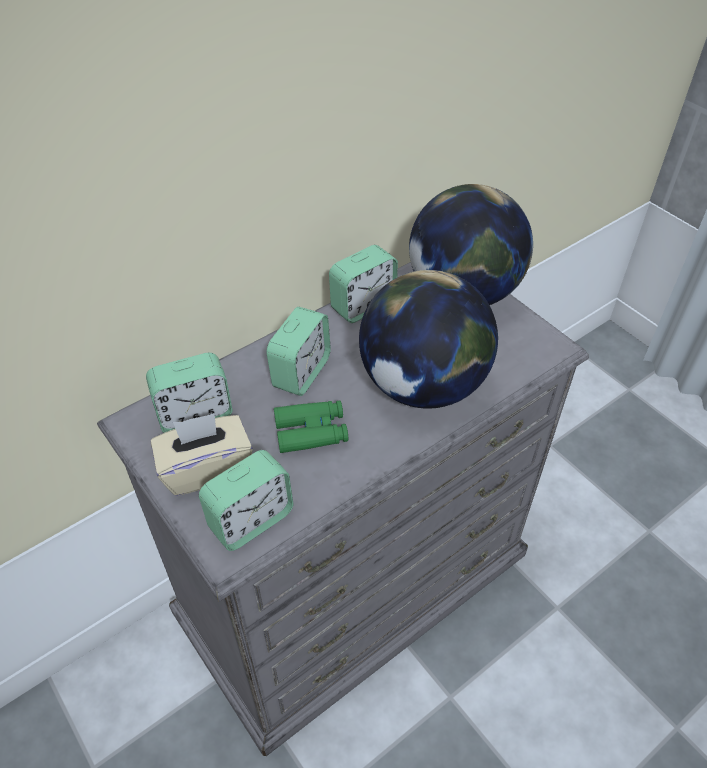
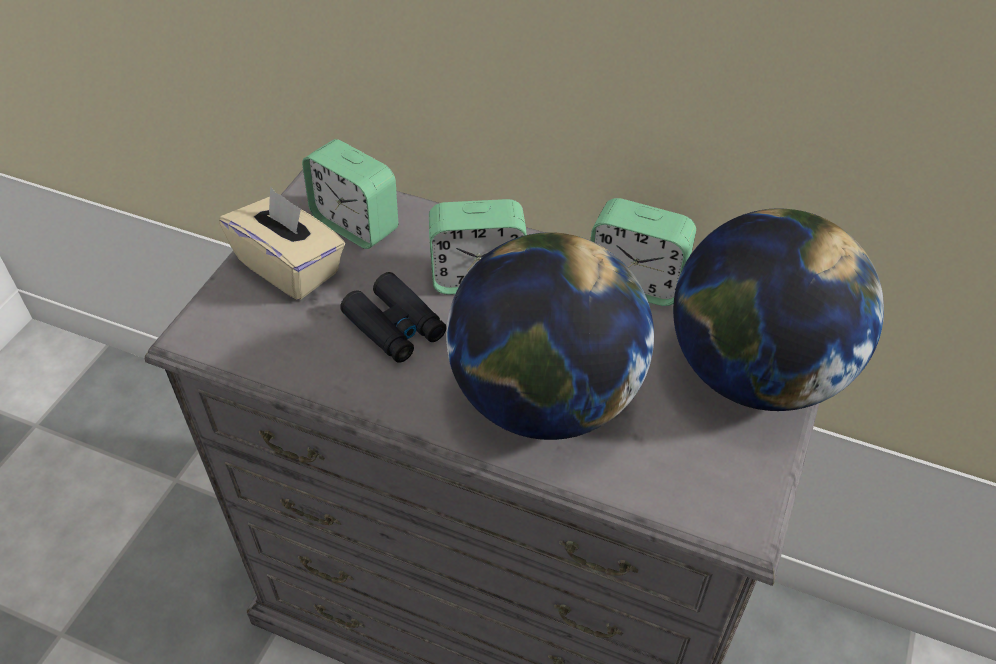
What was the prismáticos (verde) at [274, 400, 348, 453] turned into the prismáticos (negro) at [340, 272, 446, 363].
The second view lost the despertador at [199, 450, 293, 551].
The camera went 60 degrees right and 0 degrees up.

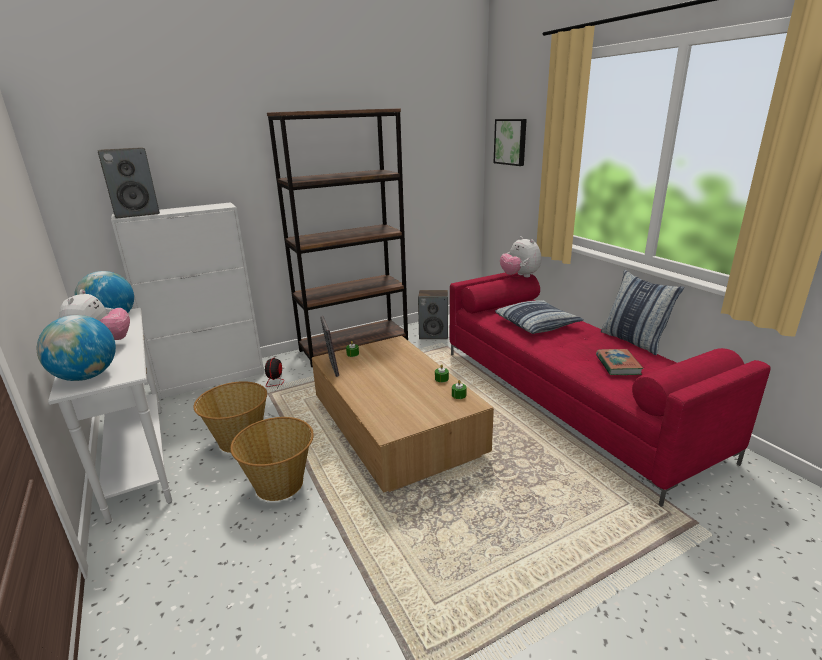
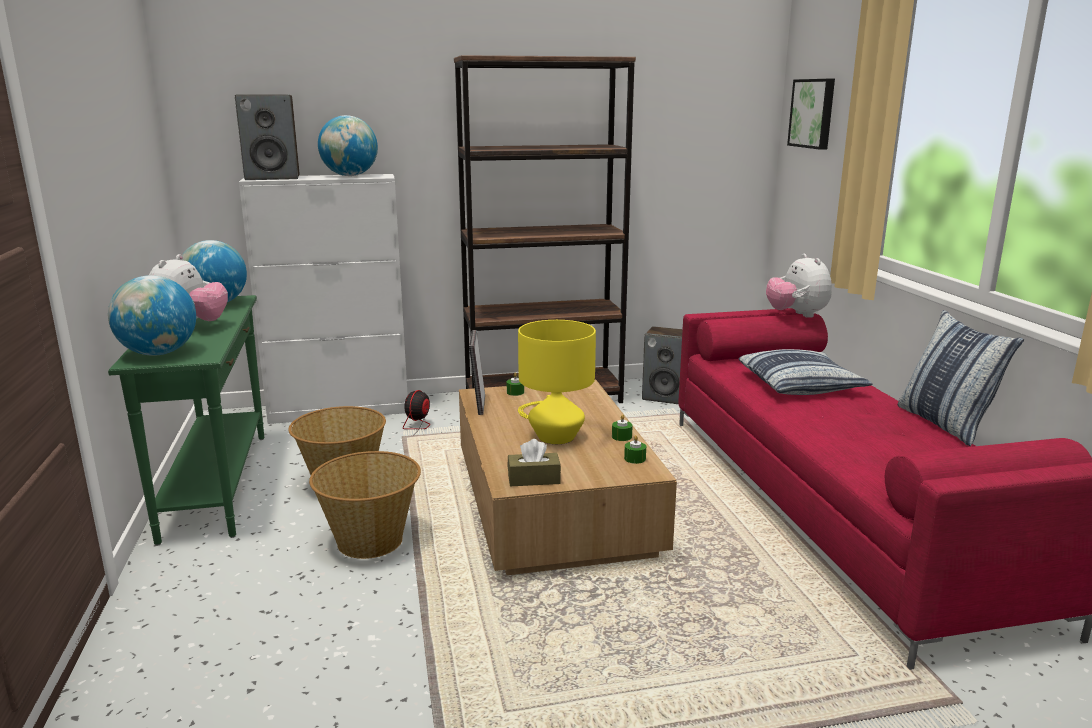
What was the mesa consola (blanco) at [48, 308, 172, 523] turned into the mesa consola (verde) at [108, 295, 264, 546].
The second view lost the libro at [596, 349, 644, 375].
The second view gained the globo terráqueo at [318, 115, 378, 176].
The second view gained the lámpara de mesa (amarillo) at [518, 320, 596, 444].
The second view gained the caja de pañuelos (marrón) at [507, 439, 561, 486].
The camera went 15 degrees right and 5 degrees down.

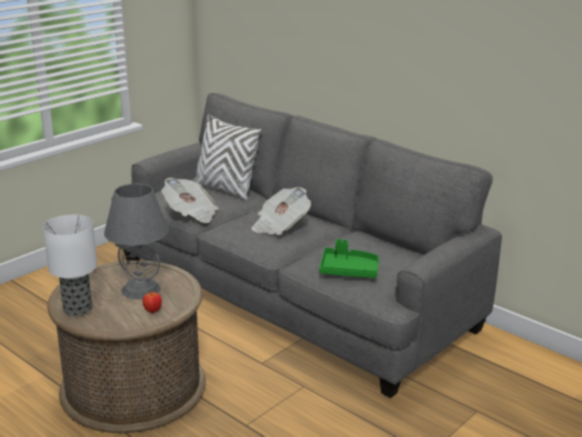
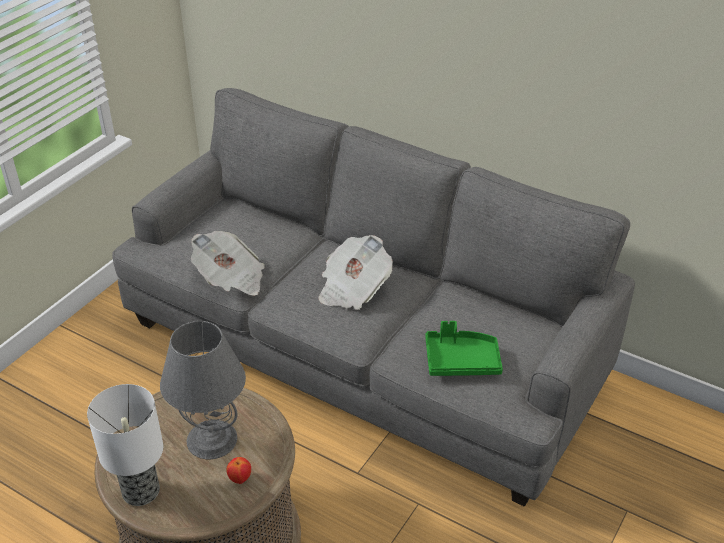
The second view lost the cojín (blanco) at [193, 114, 262, 200].
The camera went 10 degrees left and 15 degrees up.

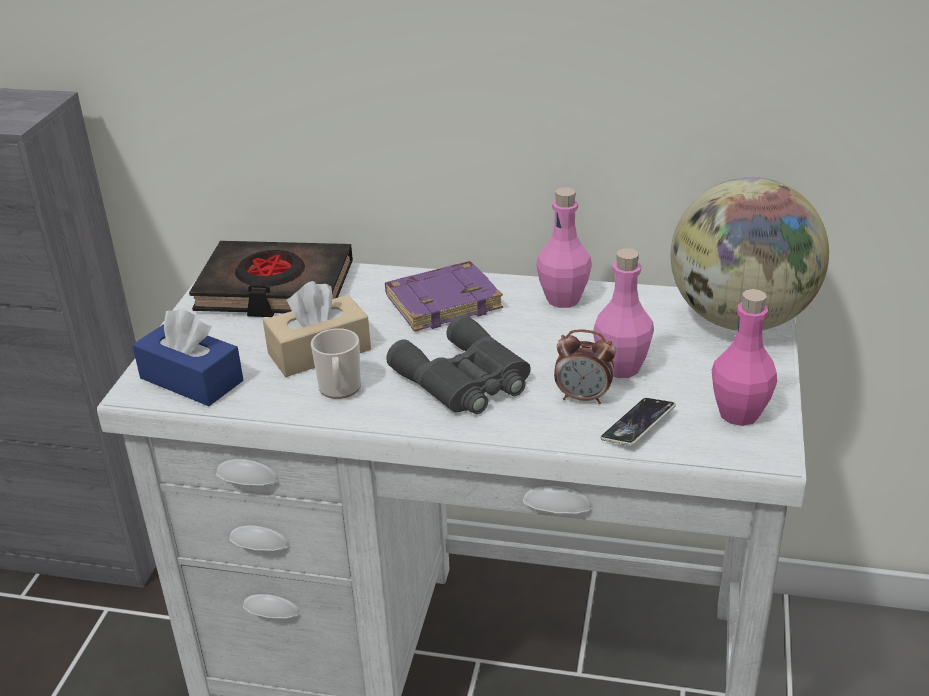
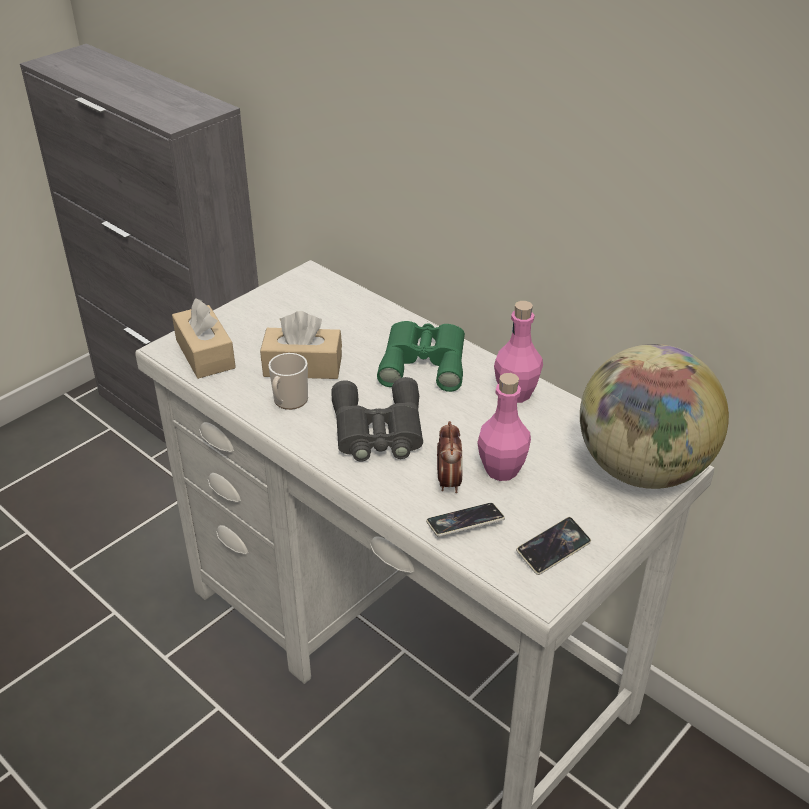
The second view lost the libro (negro) at [189, 241, 353, 317].
Where the libro (morado) stood at [385, 261, 503, 332], the prismáticos (verde) came to stand at [377, 321, 465, 392].
Where the botella (rosa) stood at [712, 289, 777, 426], the móvil came to stand at [516, 517, 591, 575].
What was the caja de pañuelos (azul) at [132, 308, 244, 406] turned into the caja de pañuelos (beis) at [172, 298, 236, 379].
The despertador at [554, 329, 616, 404] ended up facing another way, 135 degrees counterclockwise from before.
The camera went 30 degrees right and 5 degrees up.

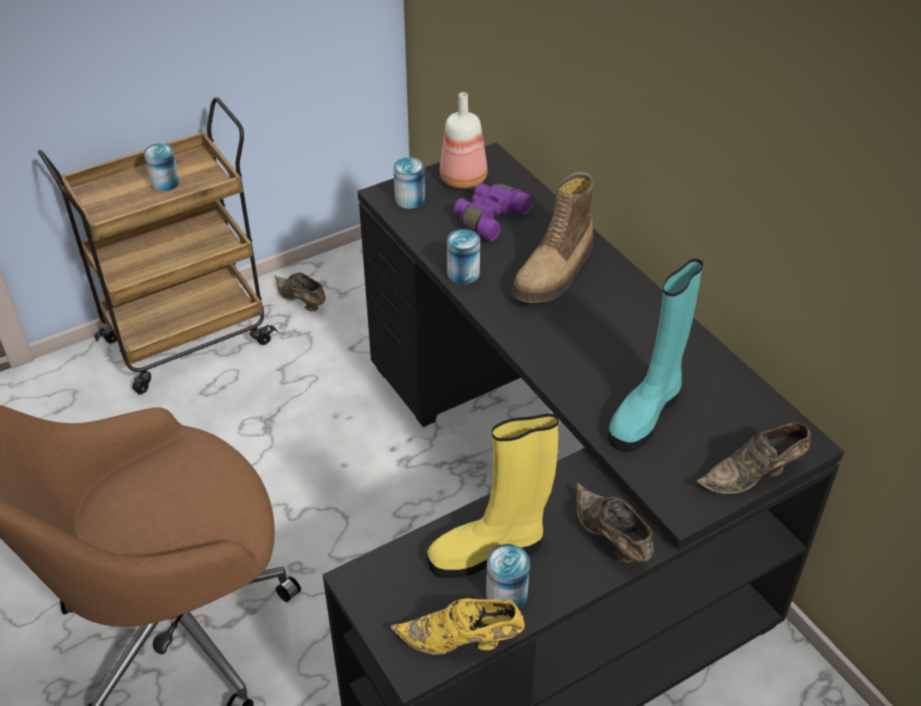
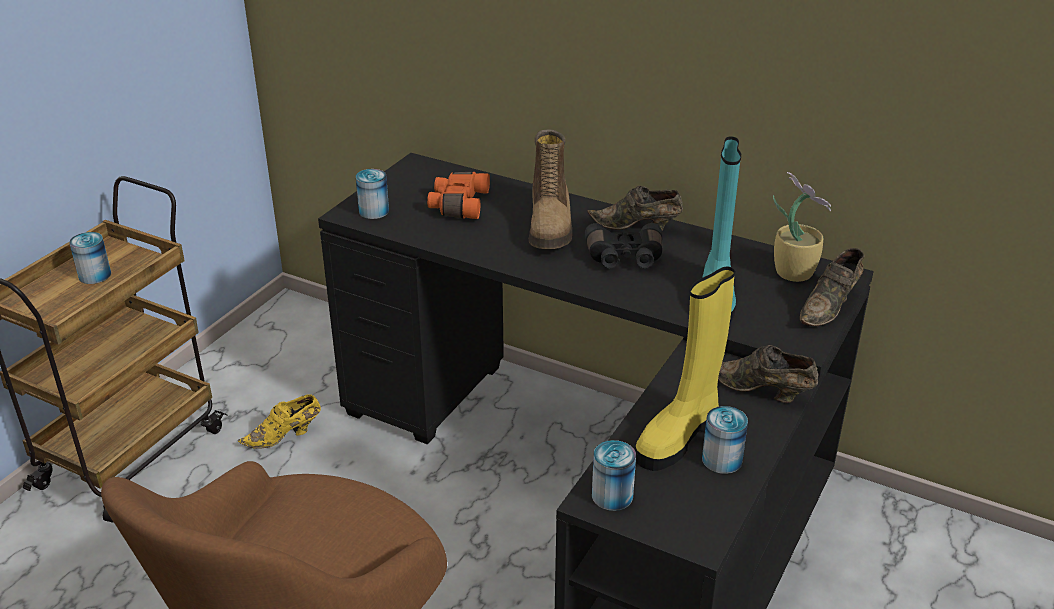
The second view lost the botella at [440, 92, 487, 189].
What was the prismáticos (morado) at [454, 183, 534, 241] turned into the prismáticos (naranja) at [427, 172, 490, 219].
The lata ended up elsewhere, having gone from [447, 229, 480, 284] to [592, 440, 636, 511].
The zapato (marrón) ended up elsewhere, having gone from [275, 273, 326, 312] to [587, 185, 683, 231].
The zapato (amarillo) ended up elsewhere, having gone from [390, 598, 525, 655] to [238, 394, 321, 449].
The second view gained the planta en maceta at [773, 172, 831, 282].
The second view gained the prismáticos (negro) at [585, 223, 662, 268].
The camera went 30 degrees left and 10 degrees down.

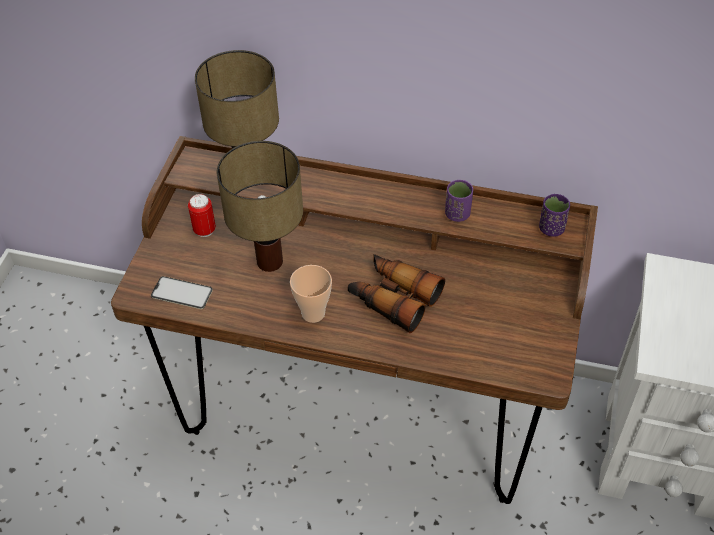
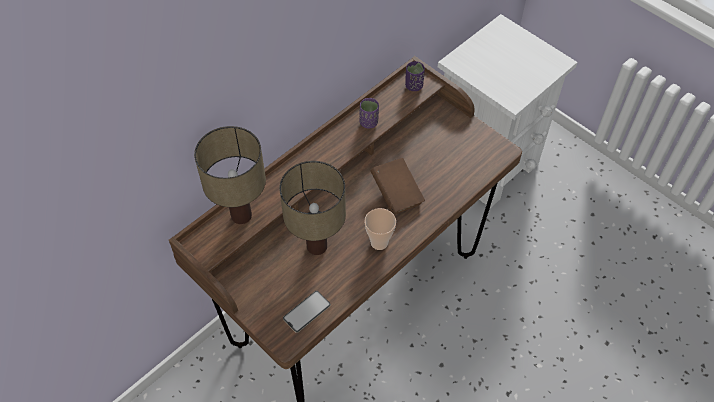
The second view lost the lata at [188, 194, 216, 237].
Where the prismáticos stood at [348, 254, 445, 333], the libro (marrón) came to stand at [370, 158, 425, 215].
The camera went 60 degrees left and 5 degrees up.

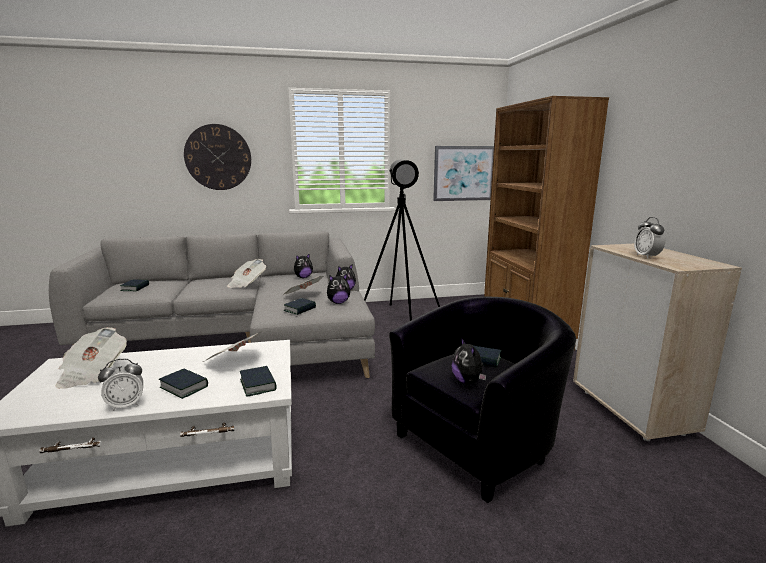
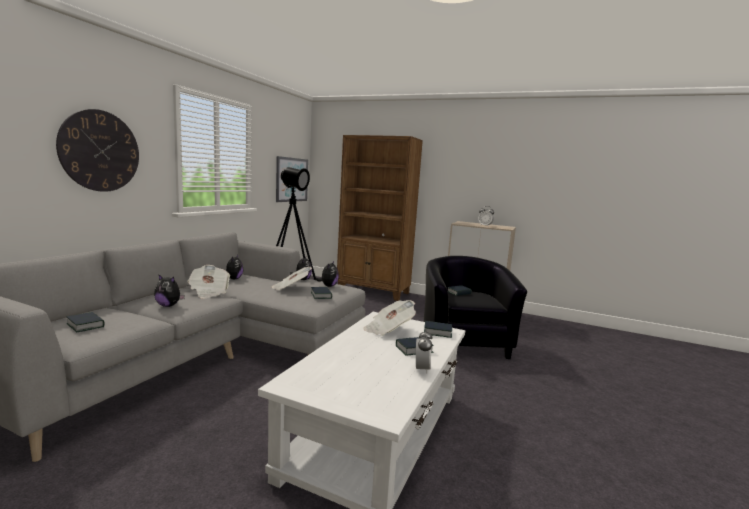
The second view lost the periódico at [55, 327, 127, 389].
The peluche ended up elsewhere, having gone from [452, 337, 486, 384] to [154, 275, 185, 307].
The camera went 55 degrees left and 5 degrees down.

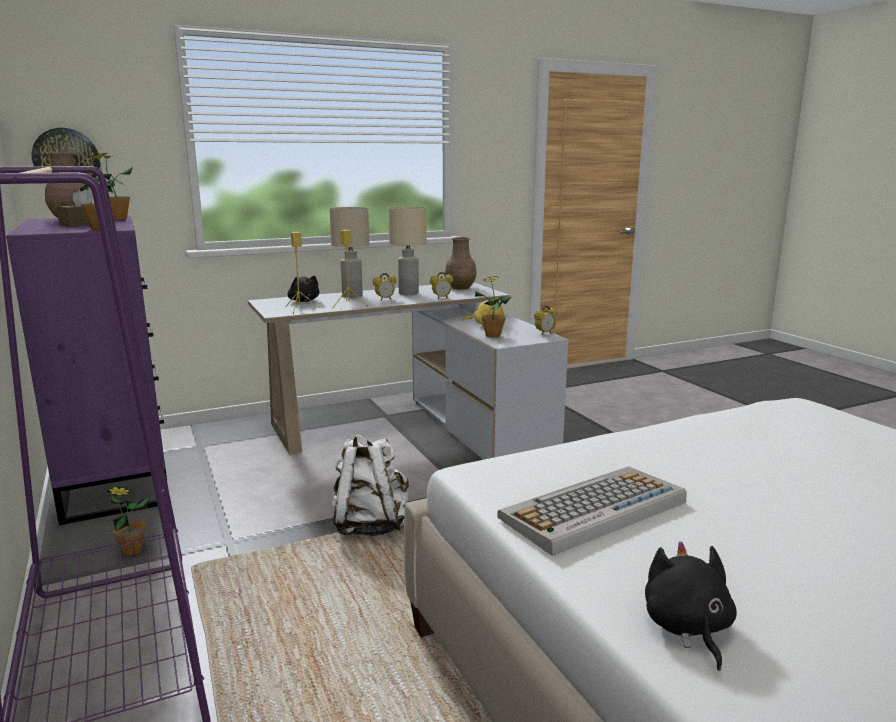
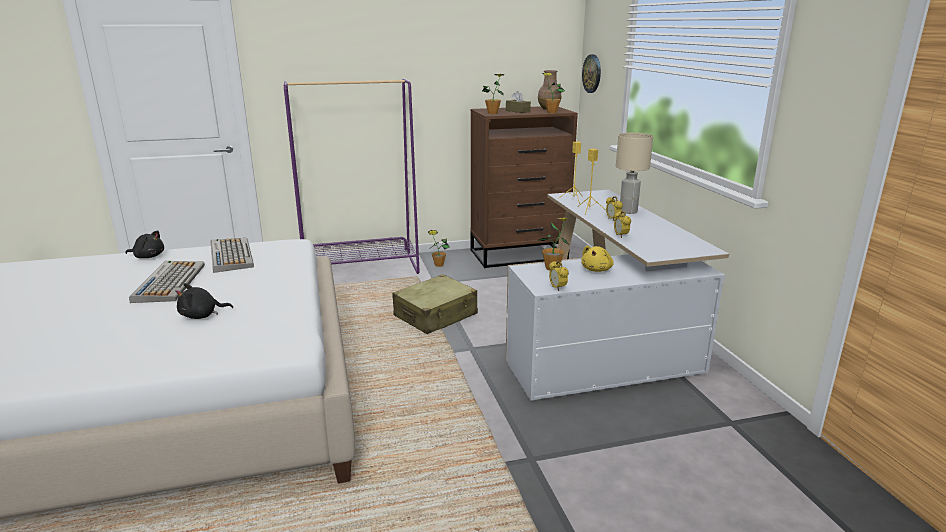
The second view lost the lámpara de mesa (beis) at [389, 206, 427, 295].
What was the cómoda (morado) at [6, 216, 167, 526] turned into the cómoda (marrón) at [470, 106, 578, 268].
The second view lost the florero (marrón) at [445, 237, 477, 290].
The peluche (negro) ended up elsewhere, having gone from [288, 276, 319, 302] to [176, 283, 233, 319].
Where the mochila (blanco) stood at [332, 434, 409, 536], the maleta (beis) came to stand at [392, 274, 478, 334].
The second view gained the teclado at [129, 261, 205, 303].
The camera went 100 degrees right and 5 degrees up.

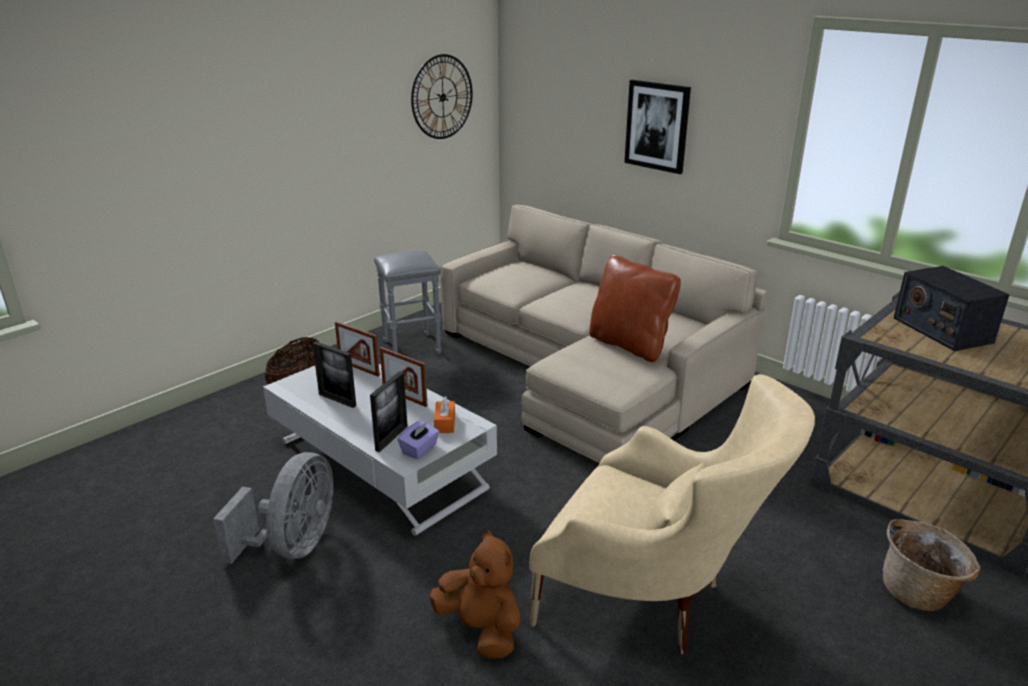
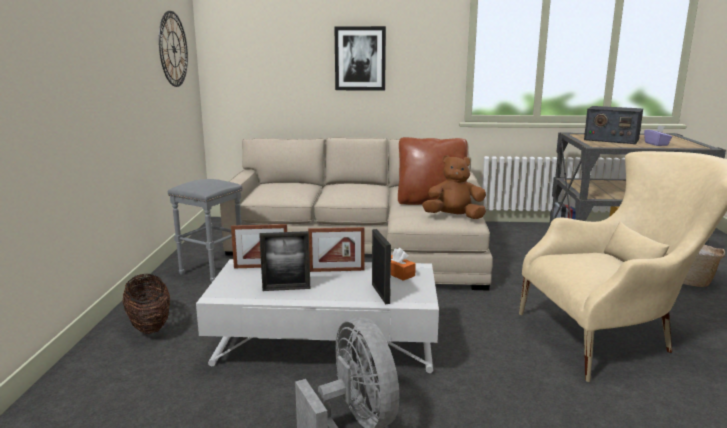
The caja de pañuelos (morado) ended up elsewhere, having gone from [398, 420, 439, 459] to [644, 125, 672, 146].
The peluche (marrón) ended up elsewhere, having gone from [429, 530, 521, 659] to [422, 155, 486, 219].
The camera went 40 degrees left and 10 degrees down.

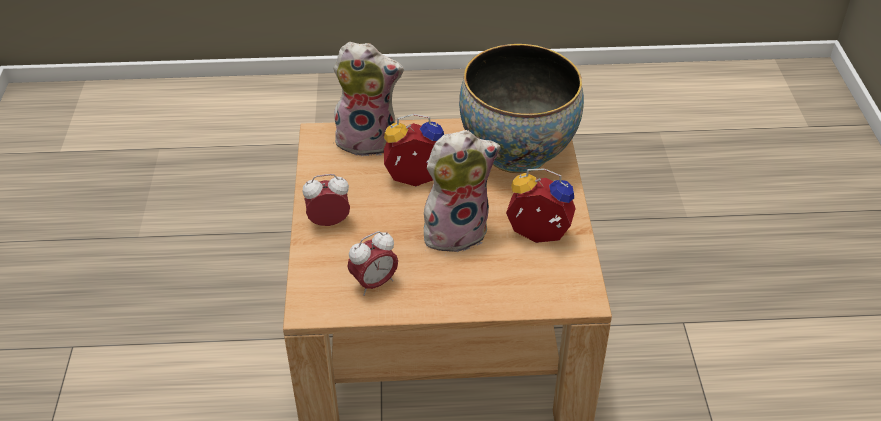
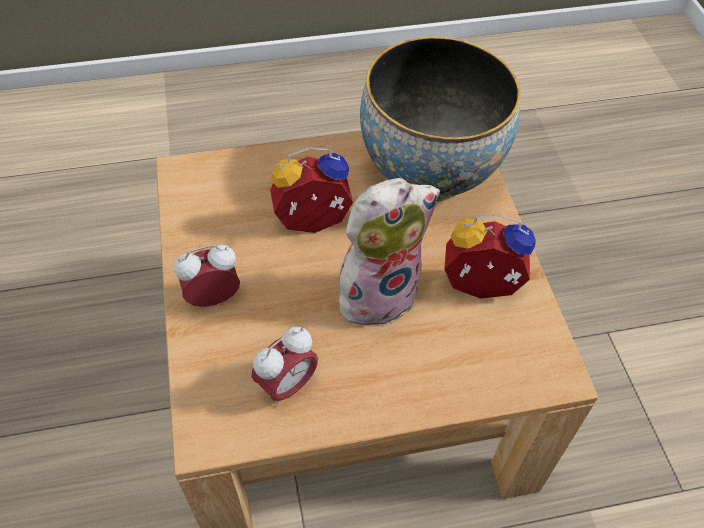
The second view lost the peluche at [334, 42, 404, 156].
The camera went 10 degrees left and 10 degrees up.

